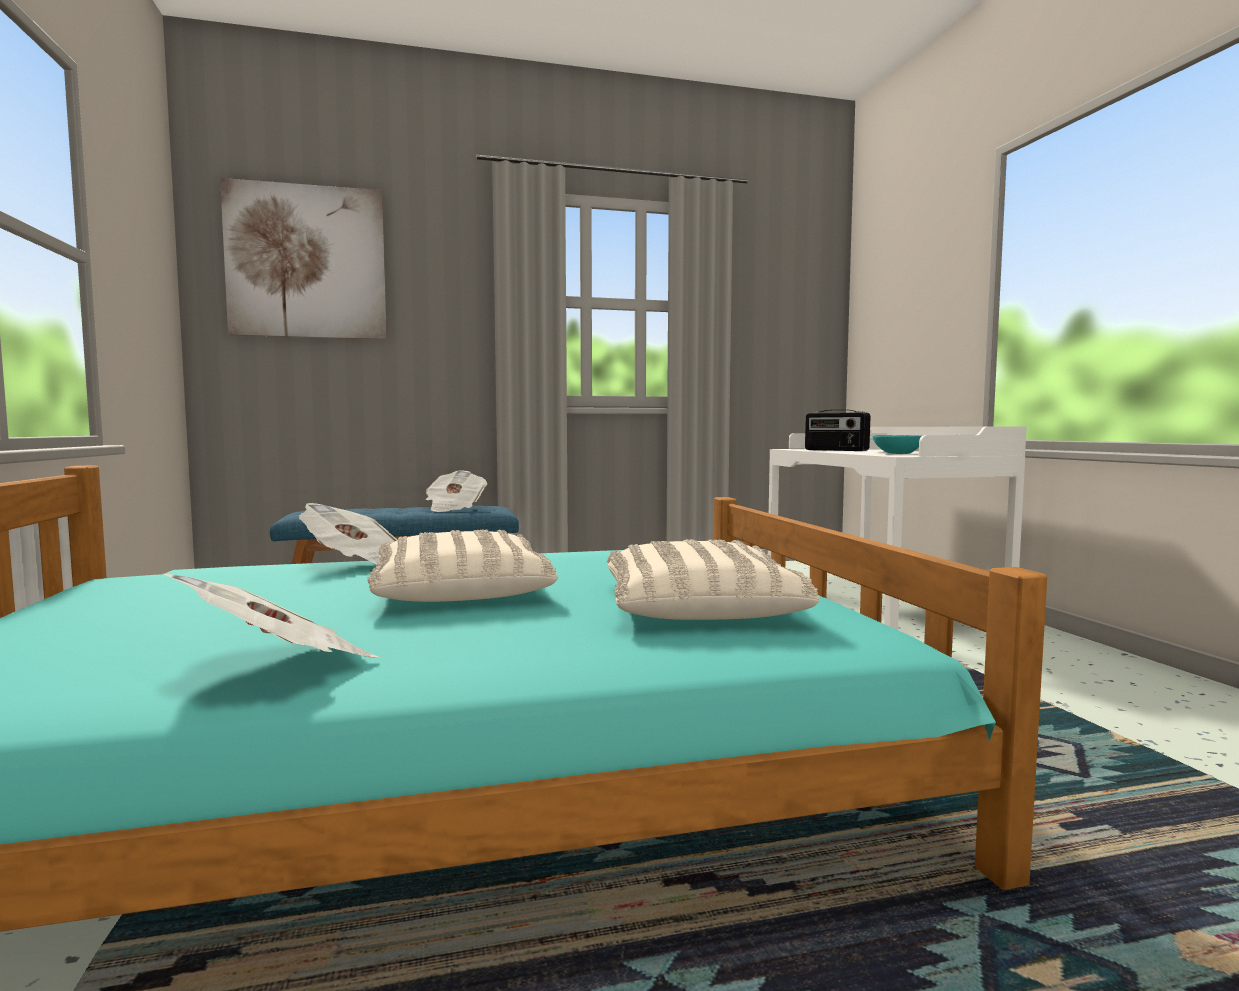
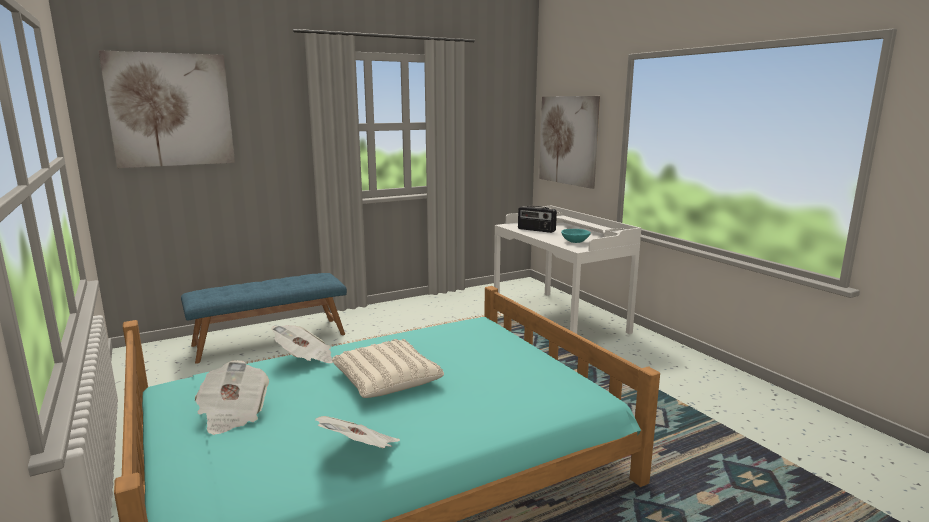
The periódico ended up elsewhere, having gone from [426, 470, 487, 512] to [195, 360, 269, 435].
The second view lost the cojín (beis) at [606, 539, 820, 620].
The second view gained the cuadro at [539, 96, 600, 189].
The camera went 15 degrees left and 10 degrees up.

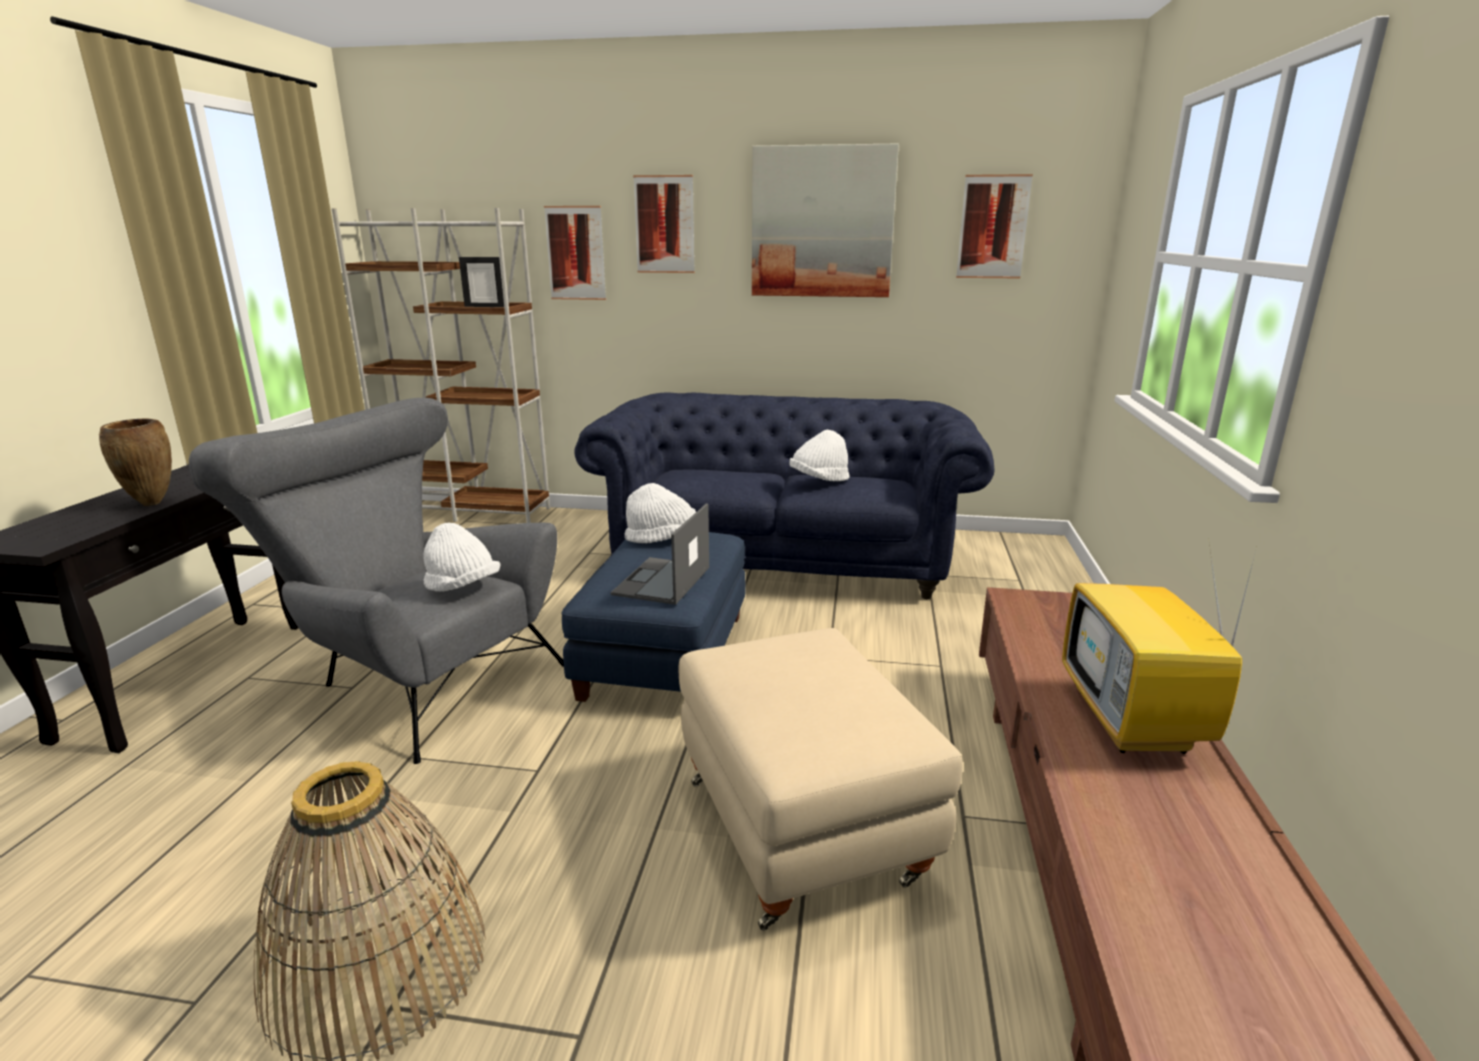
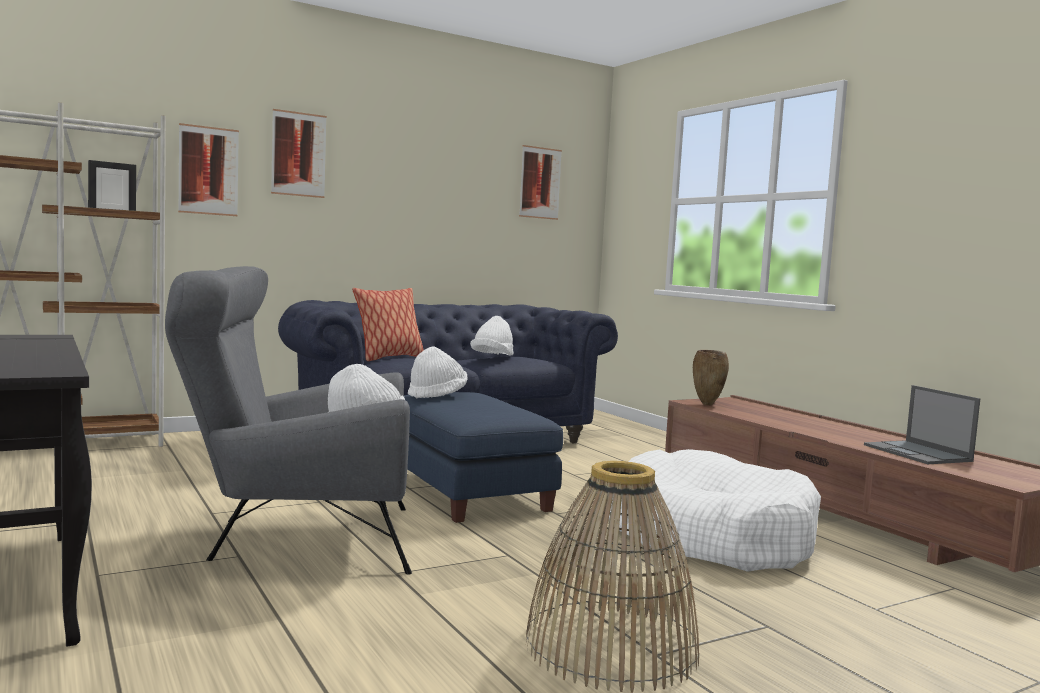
The second view lost the cuadro at [752, 143, 899, 297].
The florero (marrón) ended up elsewhere, having gone from [99, 419, 172, 506] to [693, 350, 729, 405].
The portátil ended up elsewhere, having gone from [611, 503, 709, 605] to [864, 385, 980, 464].
The second view lost the televisor at [1062, 544, 1256, 754].
Where the puf (beis) stood at [679, 628, 963, 930], the cama para perro (blanco) came to stand at [609, 449, 821, 572].
The second view gained the cojín at [352, 288, 424, 361].
The camera went 40 degrees left and 15 degrees down.

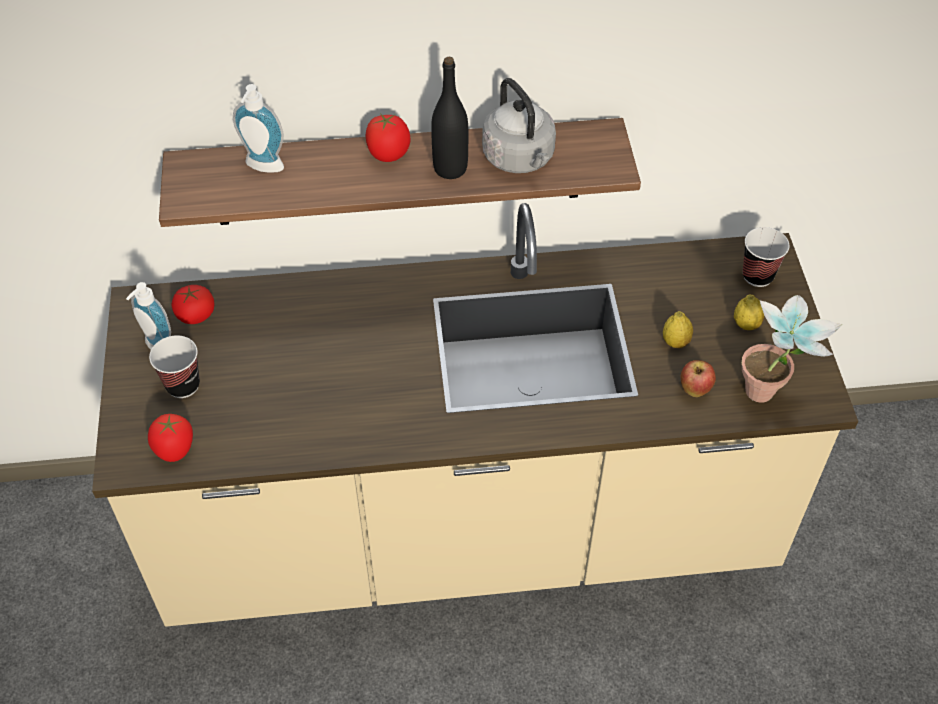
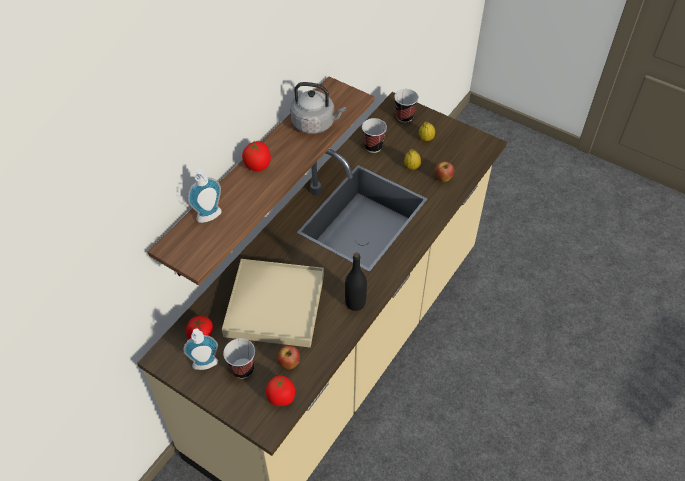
The botella (negro) ended up elsewhere, having gone from [431, 57, 468, 179] to [345, 253, 367, 311].
The second view lost the planta en maceta at [742, 295, 842, 403].
The second view gained the taza at [362, 118, 387, 153].
The second view gained the bandeja (beis) at [222, 259, 324, 347].
The second view gained the manzana at [277, 345, 300, 369].
The camera went 50 degrees left and 0 degrees up.

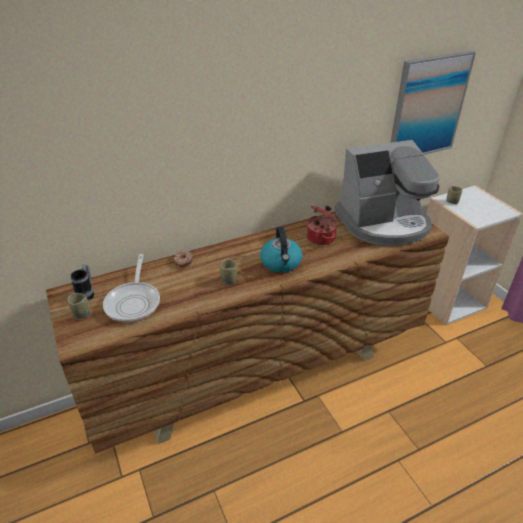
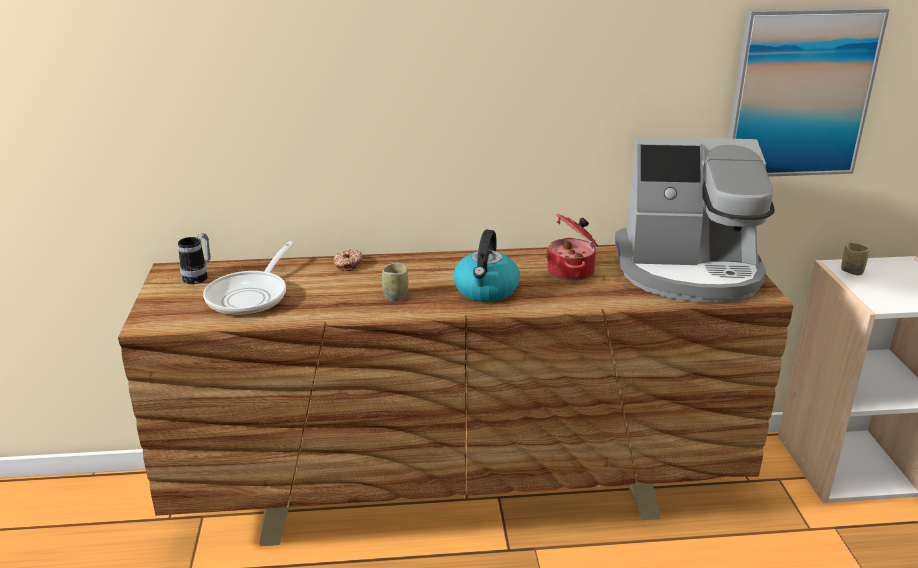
The second view lost the taza at [68, 293, 90, 319].
The camera went 20 degrees right and 10 degrees down.

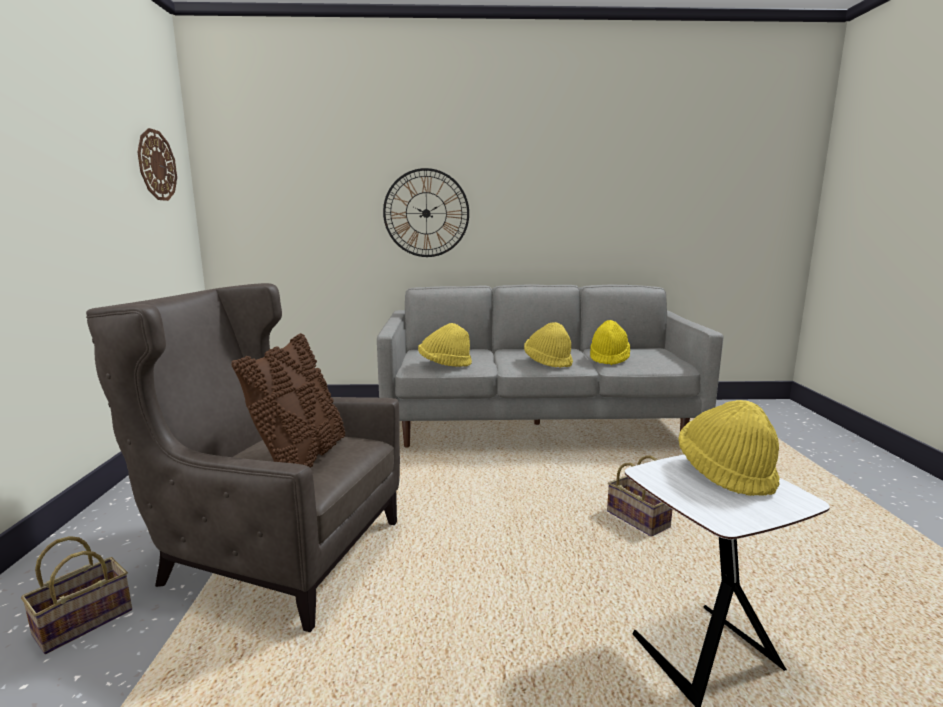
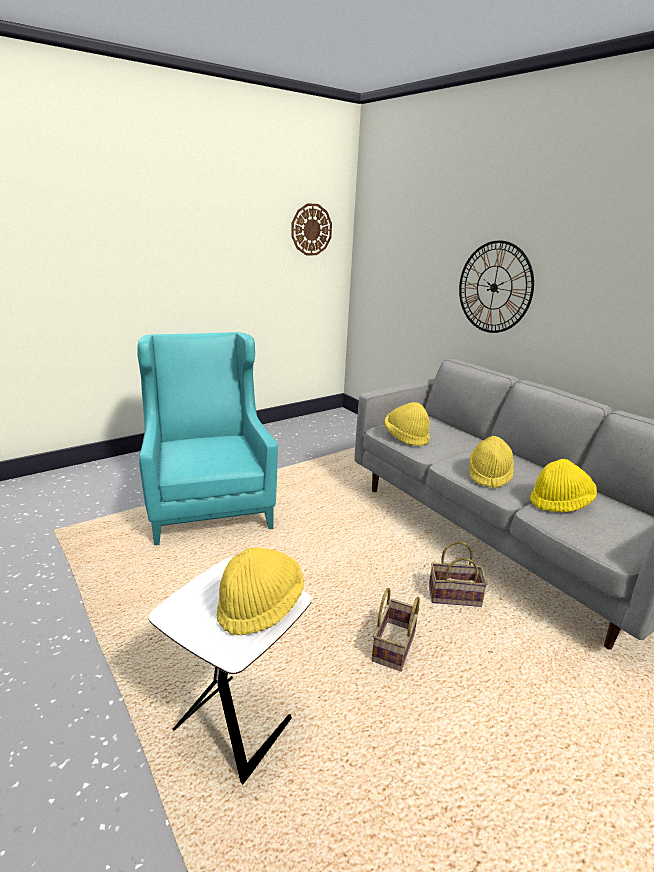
What was the sillón (gris) at [86, 283, 400, 632] turned into the sillón (turquesa) at [137, 332, 278, 545].
The second view lost the cojín (marrón) at [231, 333, 345, 467].
The cesta ended up elsewhere, having gone from [21, 536, 132, 654] to [429, 541, 488, 607].
The camera went 55 degrees right and 10 degrees up.

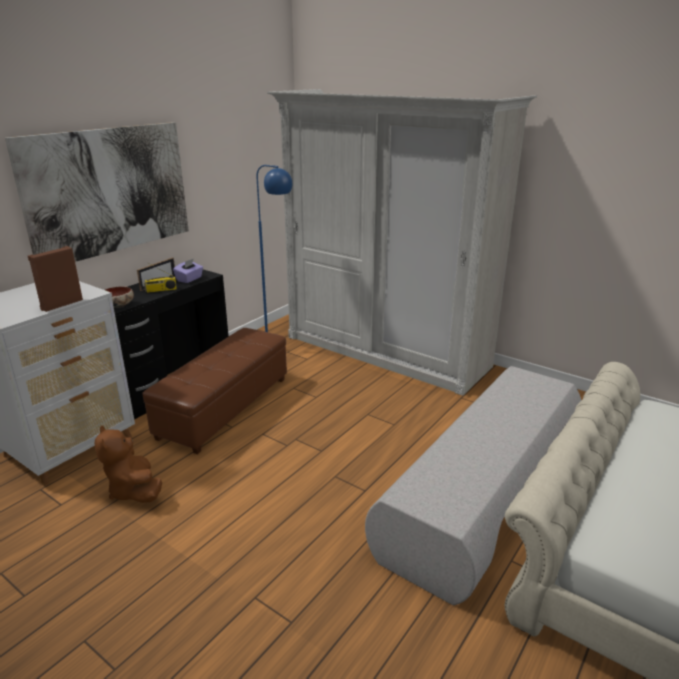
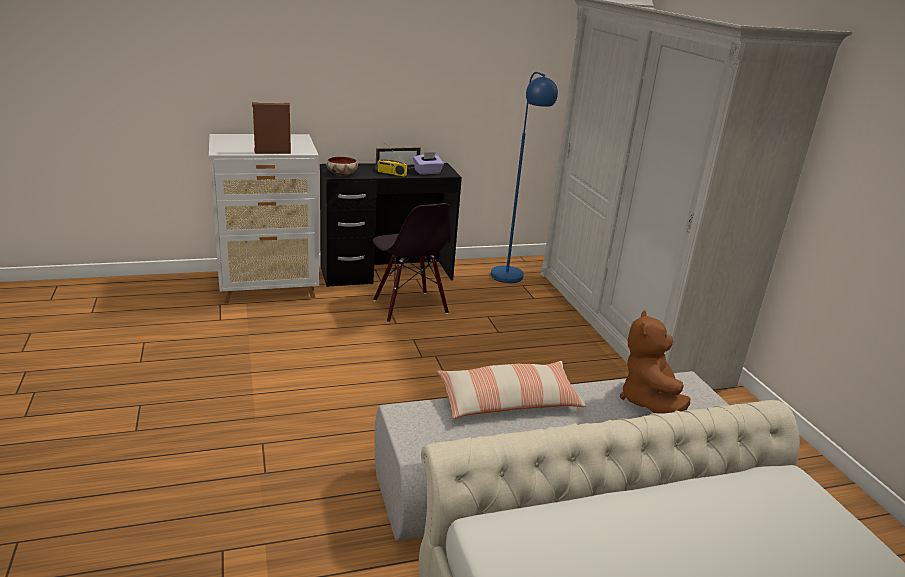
The second view lost the cuadro at [5, 122, 189, 262].
Where the puf (marrón) stood at [142, 328, 287, 454], the silla (negro) came to stand at [373, 203, 451, 323].
The peluche (marrón) ended up elsewhere, having gone from [95, 426, 162, 503] to [620, 310, 690, 414].
The second view gained the cojín at [437, 361, 586, 419].
The camera went 35 degrees right and 0 degrees up.

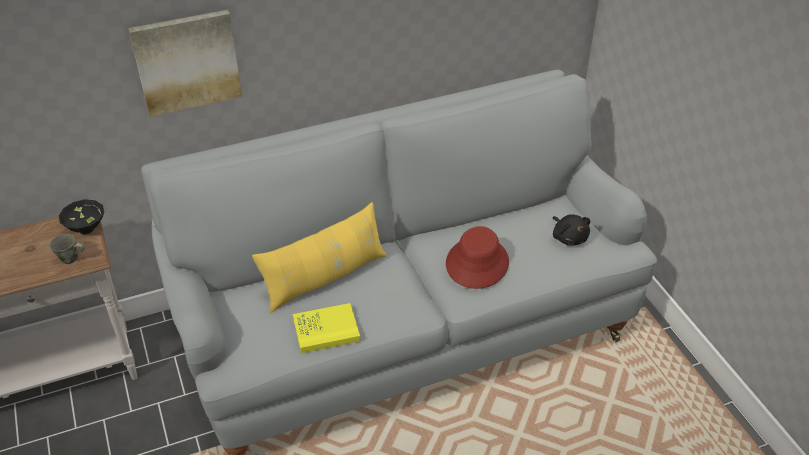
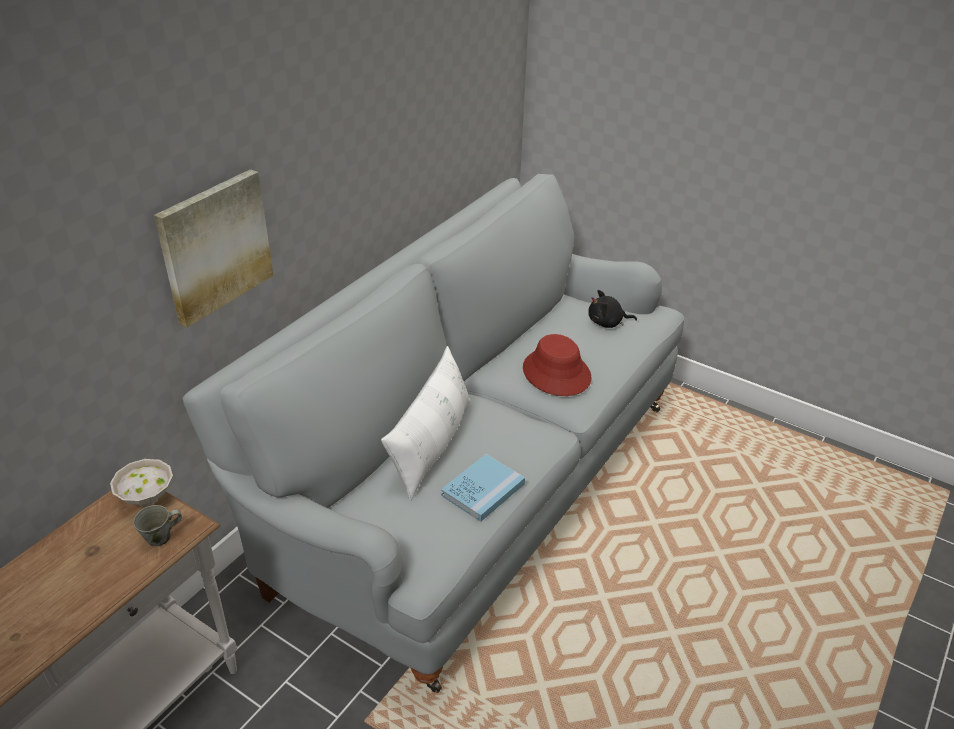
What was the cuenco (negro) at [59, 199, 104, 234] turned into the cuenco (blanco) at [110, 459, 173, 507].
What was the cojín (amarillo) at [252, 202, 387, 313] turned into the cojín (blanco) at [381, 346, 471, 501].
The peluche (negro) at [552, 214, 590, 246] ended up facing another way, 150 degrees clockwise from before.
What was the libro (amarillo) at [293, 303, 360, 353] turned into the libro (azul) at [441, 454, 525, 522].
The camera went 35 degrees left and 5 degrees down.

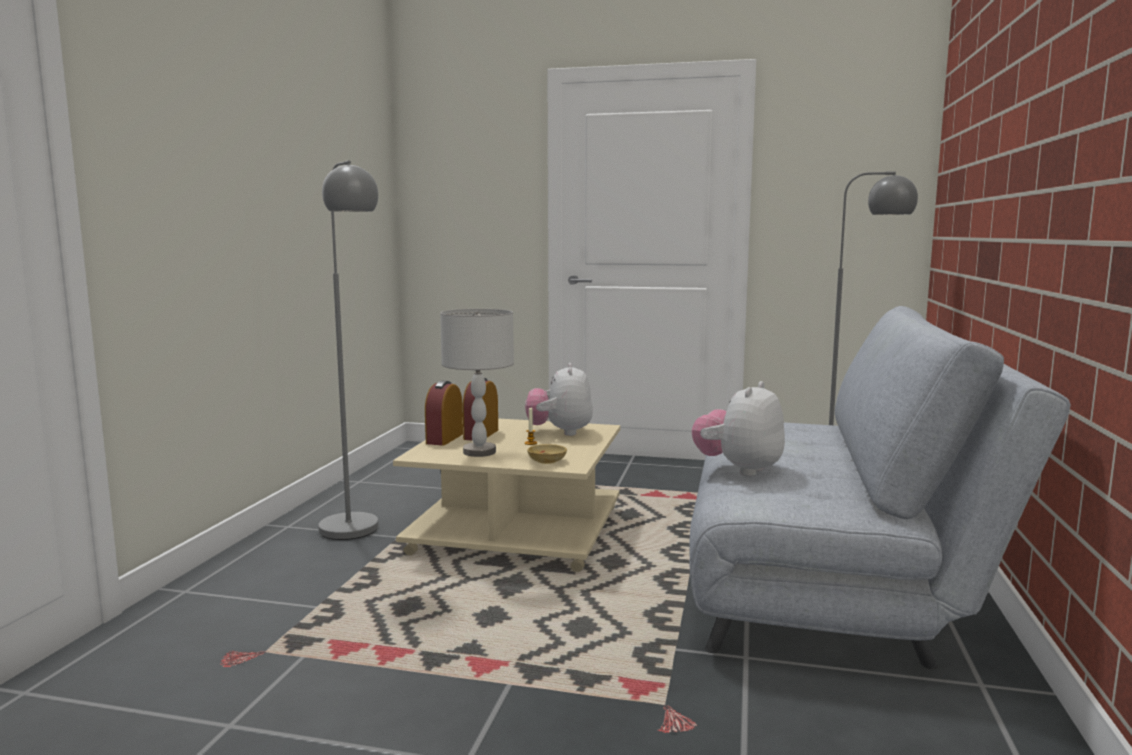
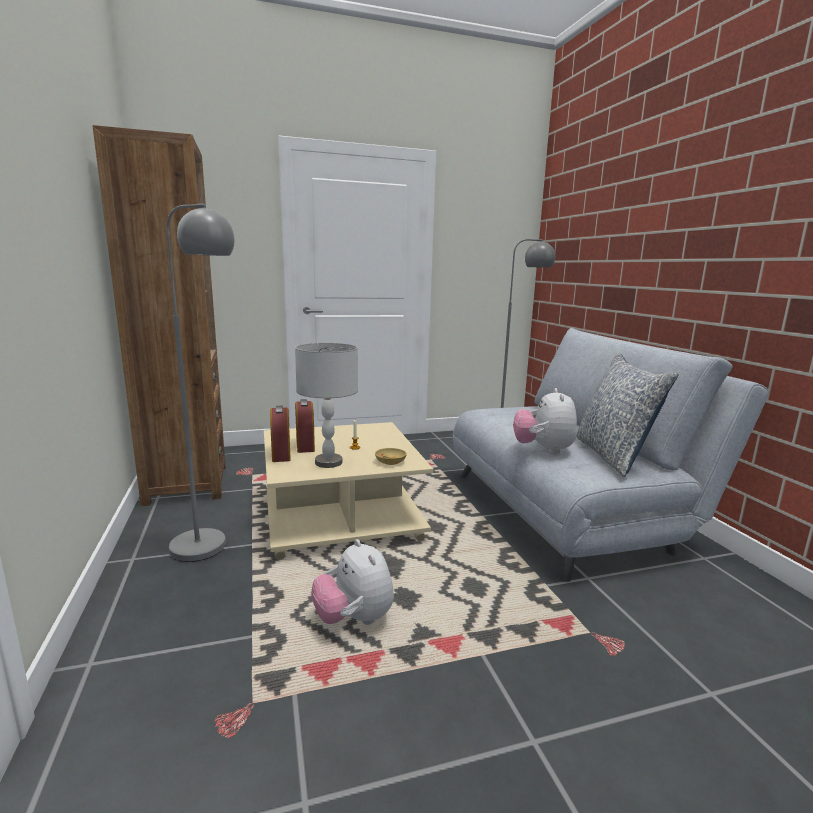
The peluche ended up elsewhere, having gone from [525, 363, 593, 436] to [311, 539, 394, 625].
The second view gained the estantería (marrón) at [93, 125, 226, 506].
The second view gained the cojín at [576, 353, 678, 477].
The camera went 30 degrees left and 5 degrees up.

